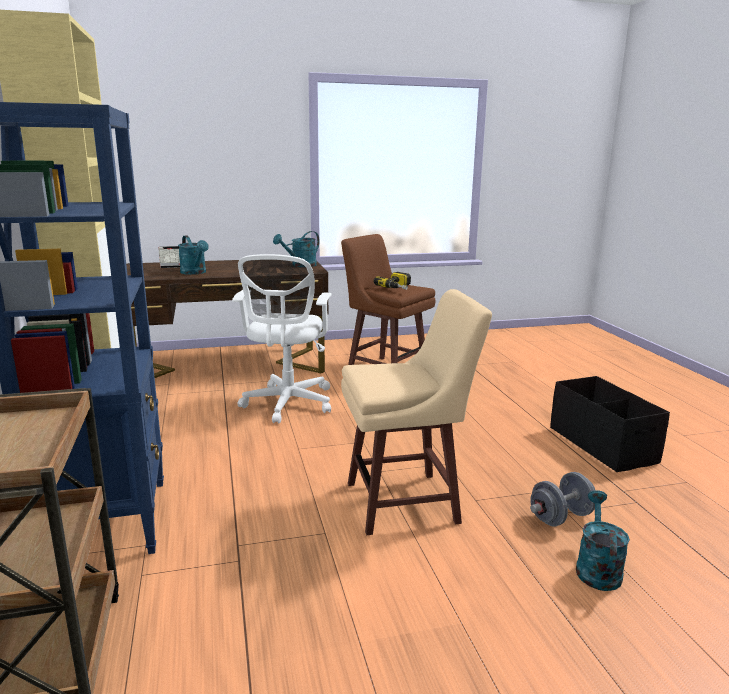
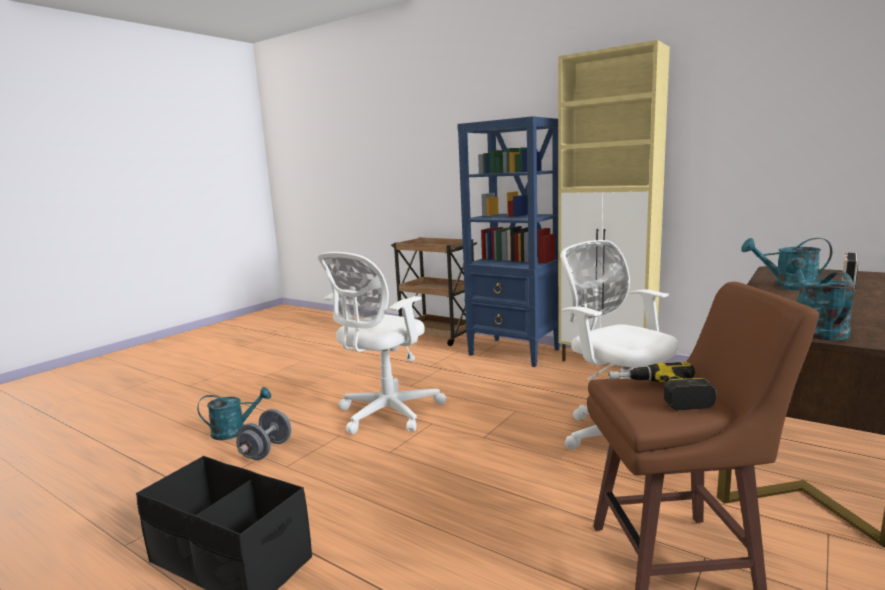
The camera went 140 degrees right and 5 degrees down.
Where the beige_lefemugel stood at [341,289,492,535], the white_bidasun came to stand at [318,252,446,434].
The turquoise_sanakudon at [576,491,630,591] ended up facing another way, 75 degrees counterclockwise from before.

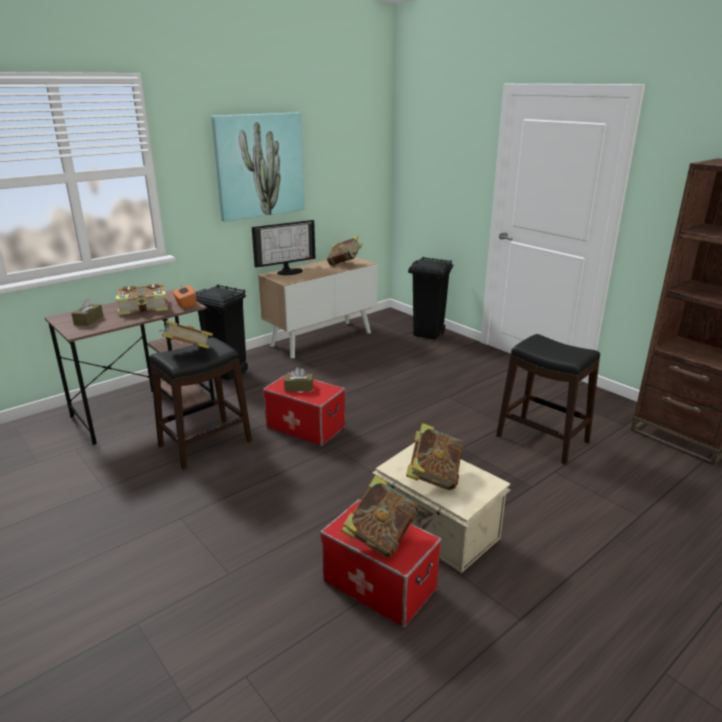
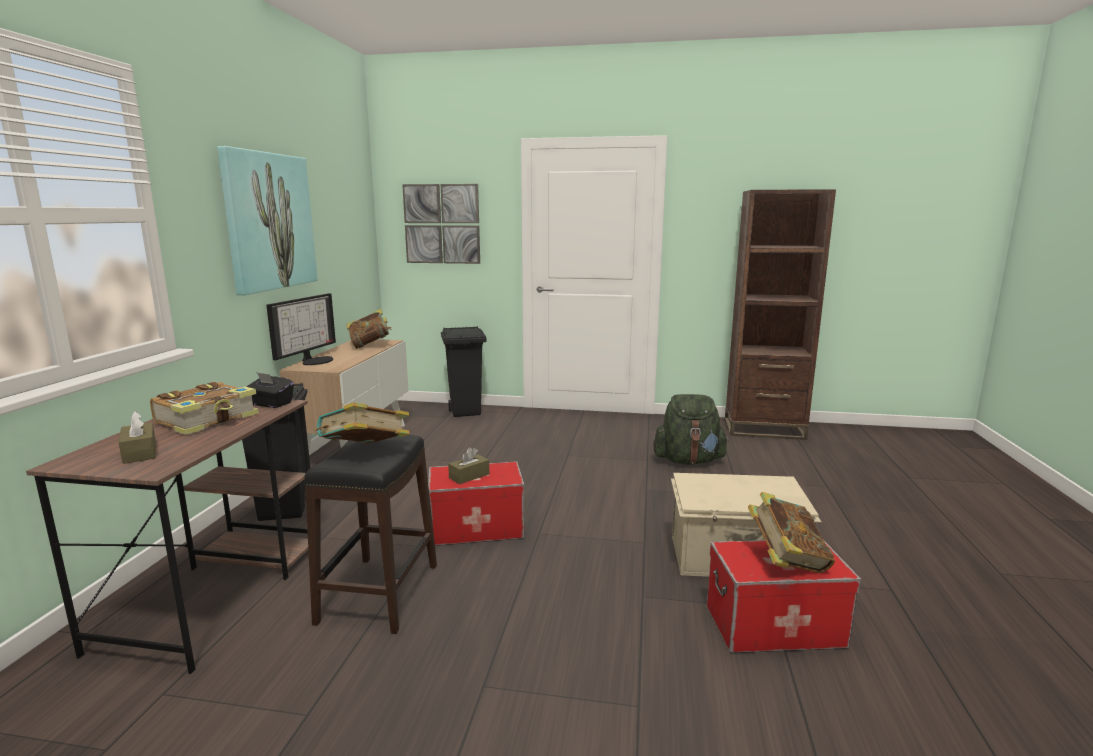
The camera went 40 degrees left and 10 degrees down.
What was the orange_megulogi at [173,285,196,308] turned into the black_megulogi at [246,372,294,408].
Where the black_lefemugel stood at [496,334,600,465], the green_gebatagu came to stand at [653,394,729,465].
The second view lost the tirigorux at [406,423,463,490].
The second view gained the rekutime at [402,184,480,264].

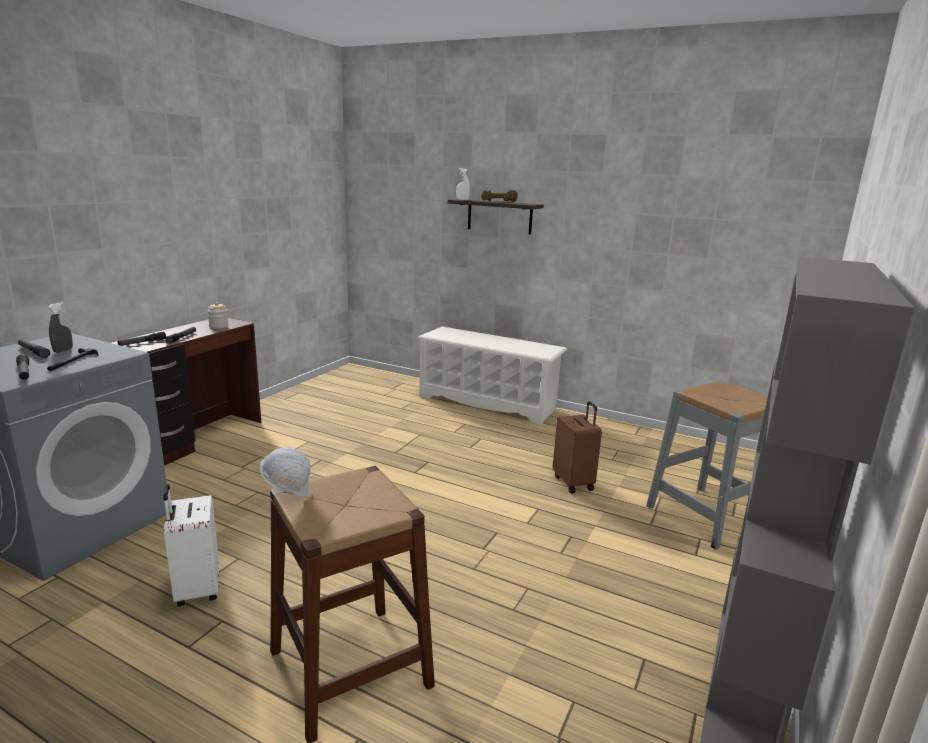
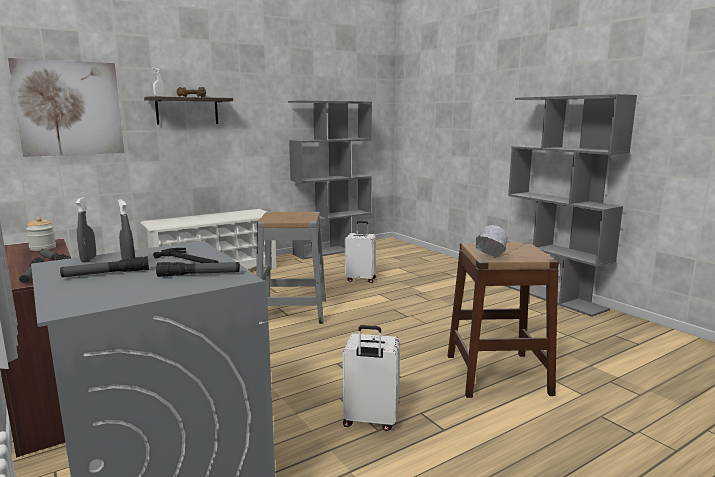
The camera went 60 degrees left and 5 degrees down.
The grey_lefemugel ended up elsewhere, having gone from [646,381,768,550] to [256,212,326,324].
What was the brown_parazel at [553,401,602,493] turned into the white_parazel at [345,221,376,283].
The second view gained the rekutime at [8,58,124,157].
The second view gained the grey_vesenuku at [288,100,372,259].
The second view gained the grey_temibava at [76,197,96,263].

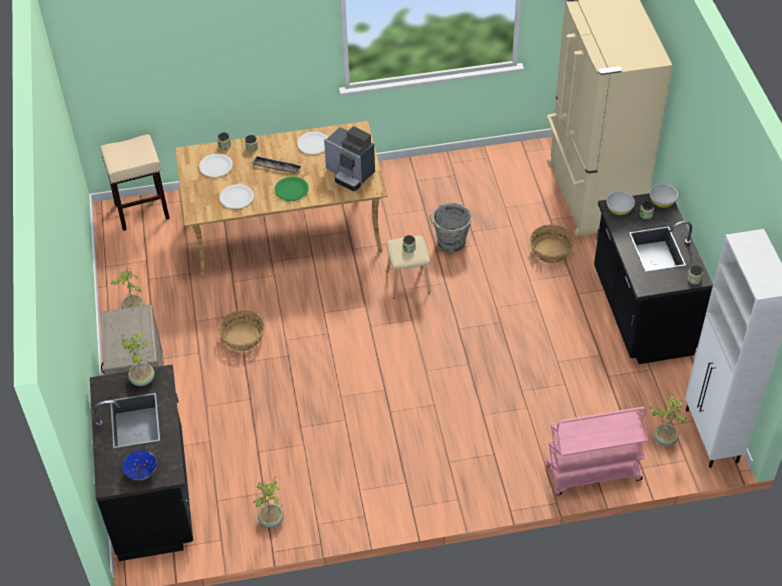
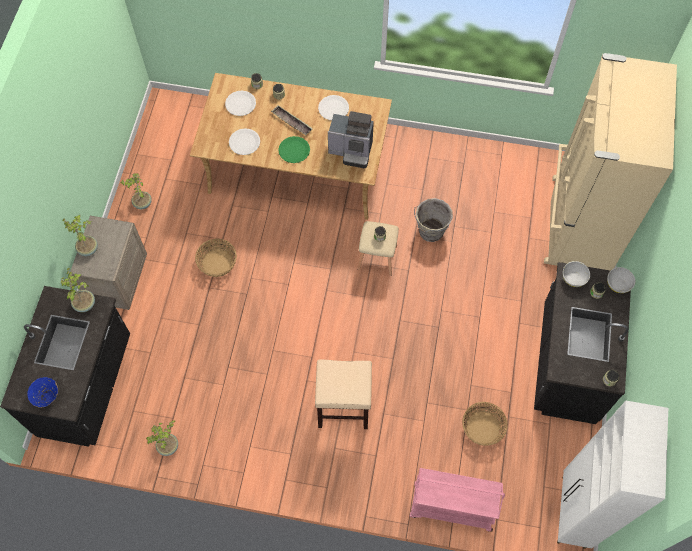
The camera went 20 degrees right and 15 degrees up.
The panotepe at [324,126,375,191] ended up facing another way, 45 degrees counterclockwise from before.
The beige_lefemugel ended up elsewhere, having gone from [100,134,170,231] to [315,359,372,429].
The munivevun ended up elsewhere, having gone from [530,225,574,263] to [462,402,508,446].
The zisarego ended up elsewhere, having gone from [650,395,687,446] to [62,215,98,256].

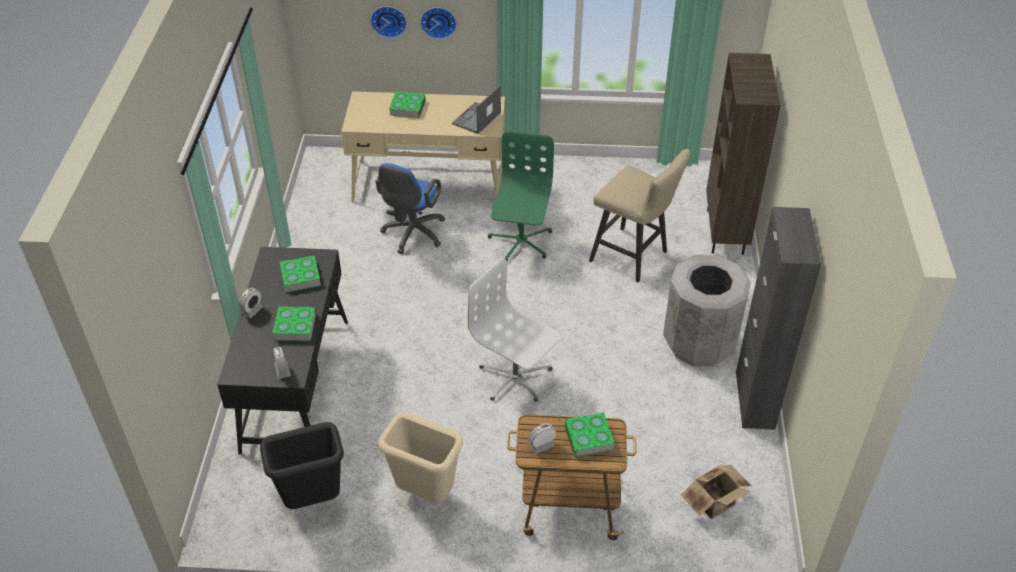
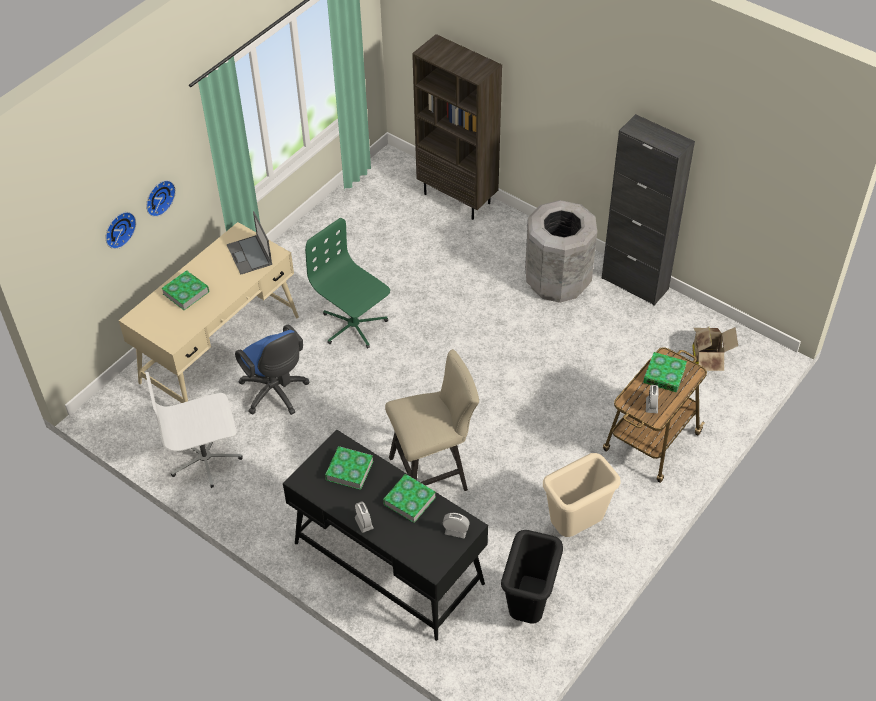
The camera went 55 degrees left and 5 degrees up.
The beige_lefemugel ended up elsewhere, having gone from [589,149,691,283] to [385,349,479,491].
The white_bidasun ended up elsewhere, having gone from [468,258,561,402] to [145,371,243,488].

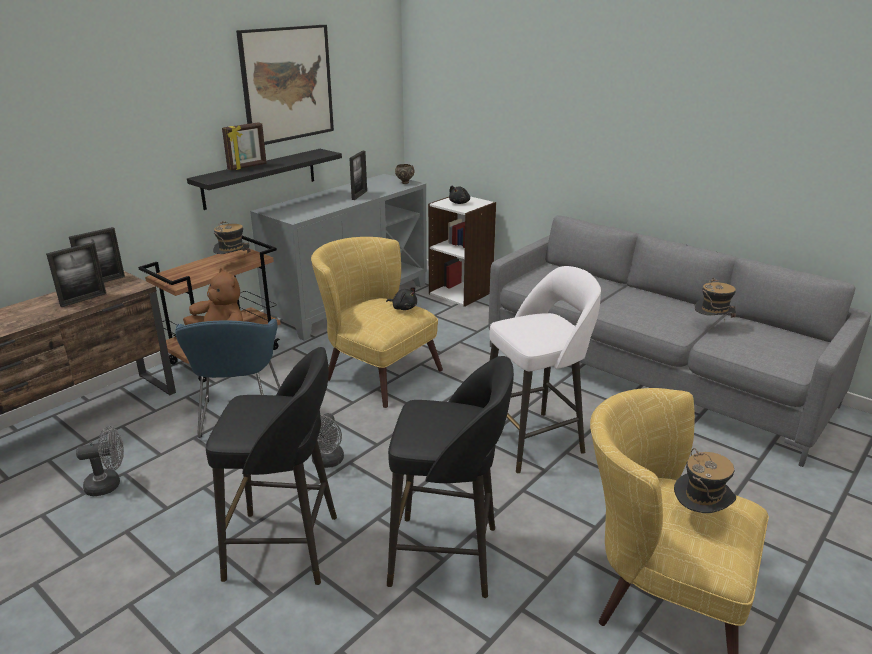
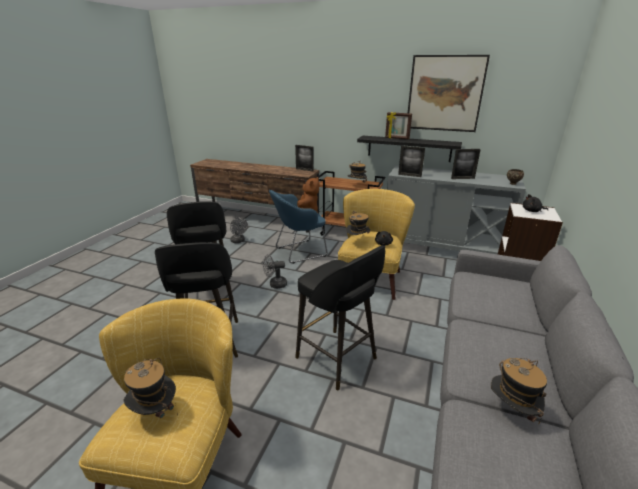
The camera went 70 degrees right and 0 degrees up.
The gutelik ended up elsewhere, having gone from [46,242,106,307] to [398,146,425,177].
What was the white_lefemugel at [490,266,601,474] turned into the black_lefemugel at [295,245,385,390].
The second view gained the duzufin at [346,211,371,235].

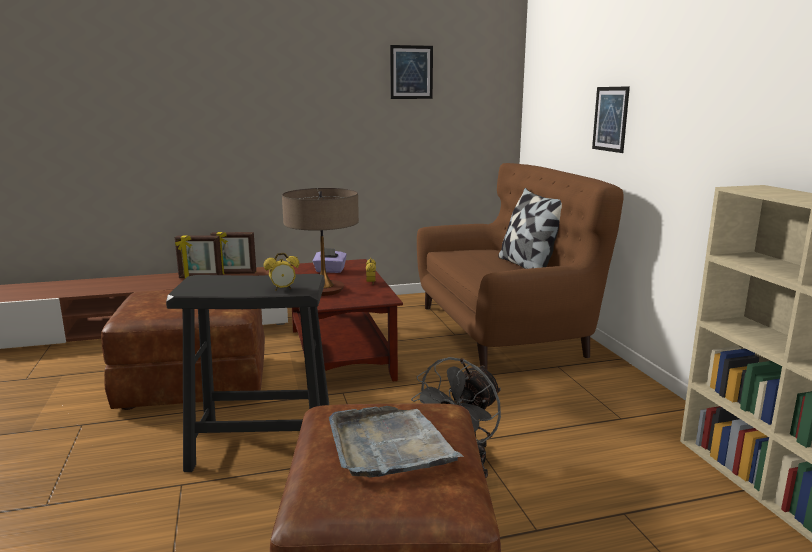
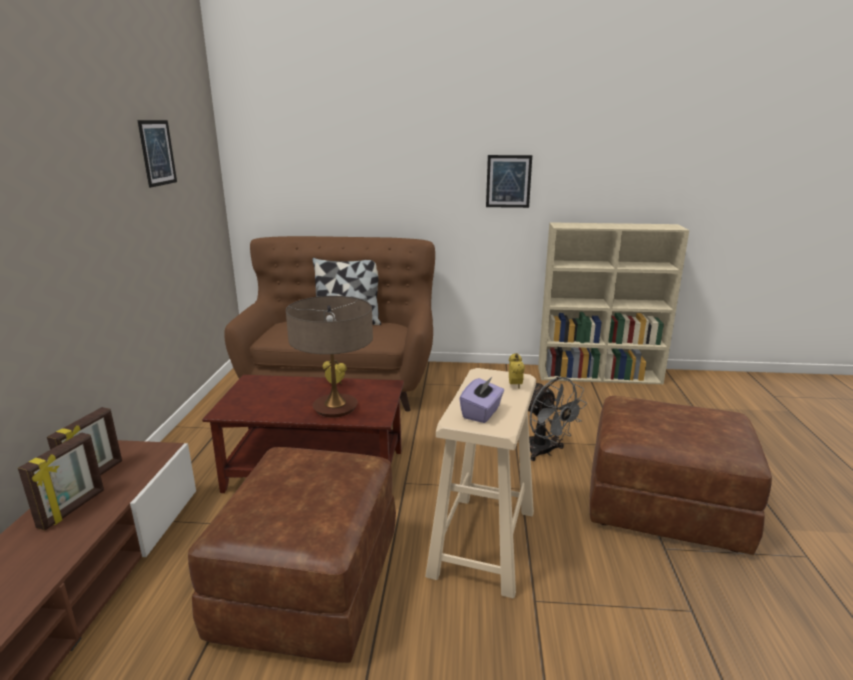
The camera went 70 degrees left and 5 degrees up.
The rekutime ended up elsewhere, having gone from [592,86,630,153] to [486,155,532,208].
The purple_megulogi ended up elsewhere, having gone from [313,248,347,273] to [459,376,504,423].
What was the black_lefemugel at [166,274,329,472] turned into the beige_lefemugel at [425,368,536,599].
The second view lost the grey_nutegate at [329,406,464,477].

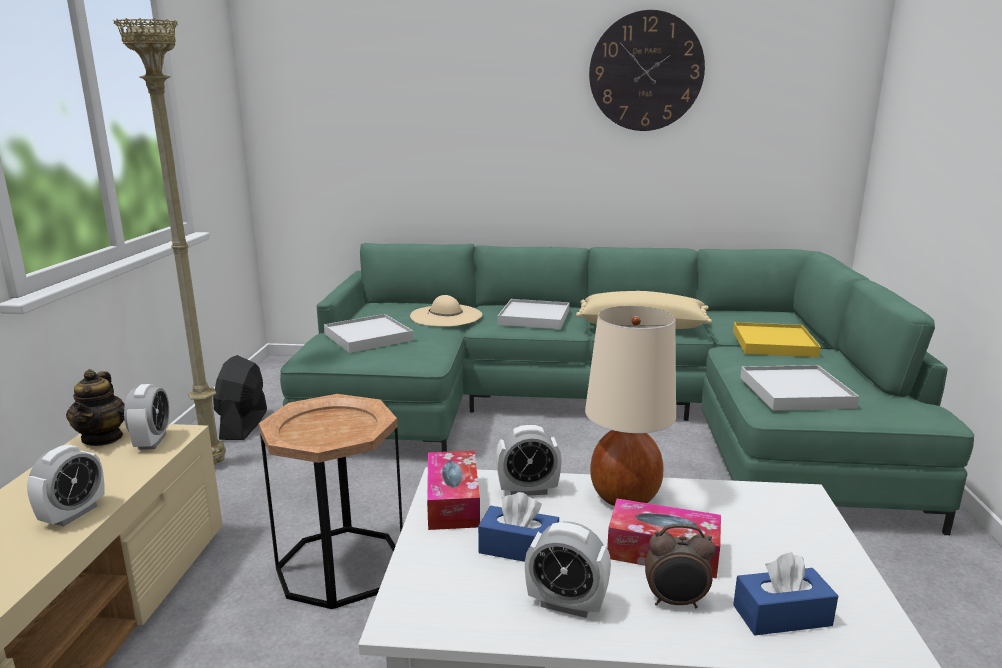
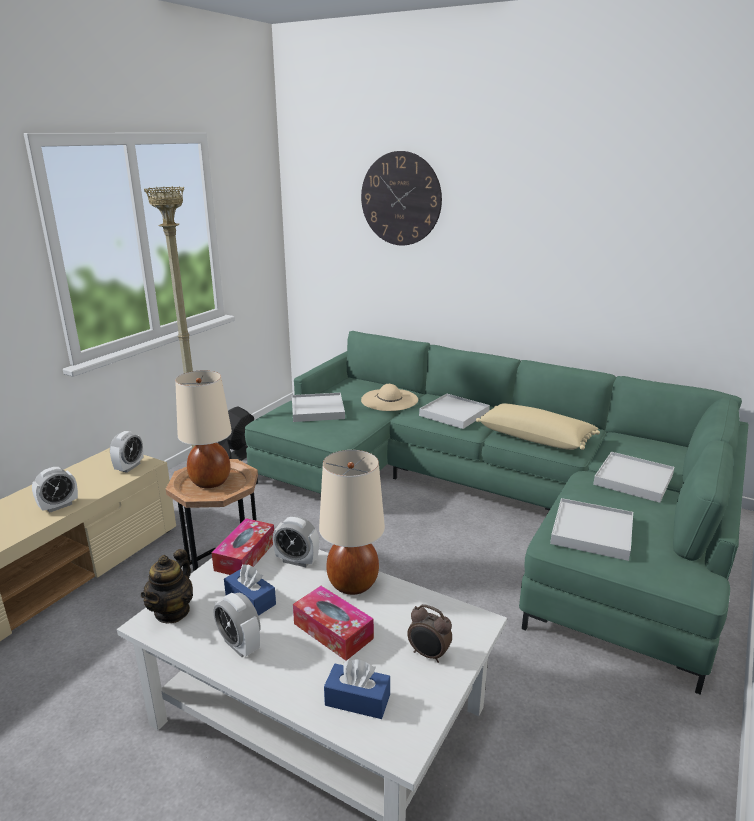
The camera went 25 degrees right and 5 degrees up.
The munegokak ended up elsewhere, having gone from [589,10,705,131] to [361,151,442,246].
What was the yellow_nutegate at [733,322,821,357] turned into the white_nutegate at [593,452,674,503].
The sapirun ended up elsewhere, having gone from [66,369,125,446] to [141,549,193,624].
The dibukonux ended up elsewhere, having gone from [645,524,715,608] to [407,604,452,663].
The second view gained the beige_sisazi at [175,370,232,488].

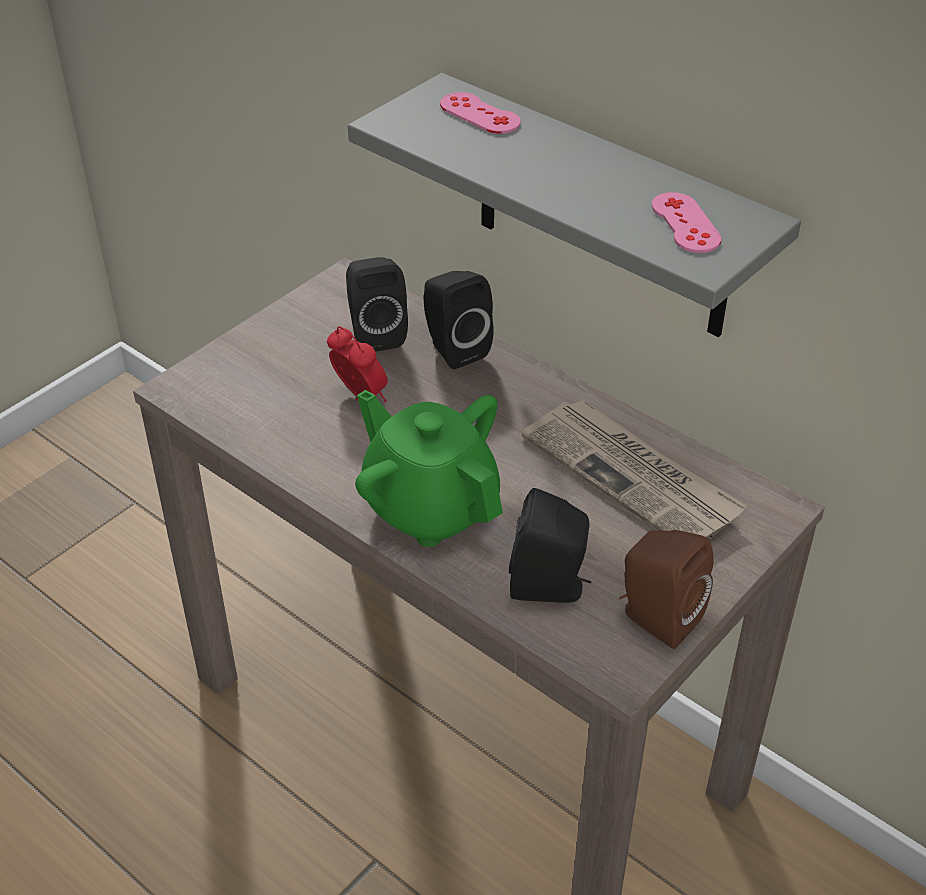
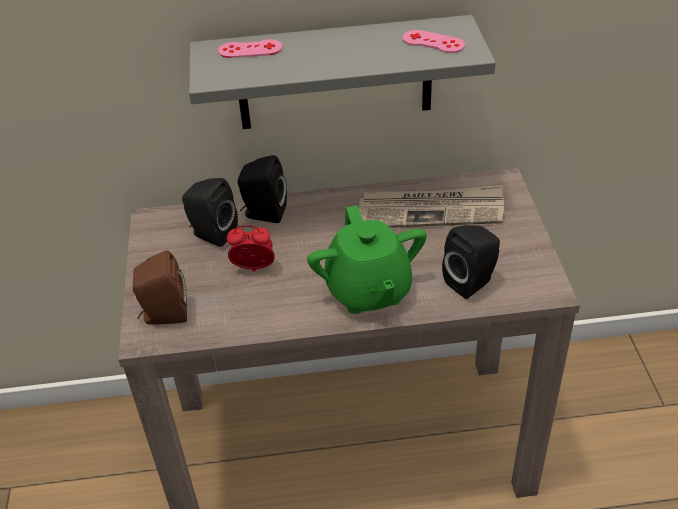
The camera went 45 degrees left and 0 degrees up.
The green_sapirun at [355,390,503,547] ended up facing another way, 105 degrees counterclockwise from before.
The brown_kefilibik ended up elsewhere, having gone from [619,530,714,649] to [133,250,187,325].

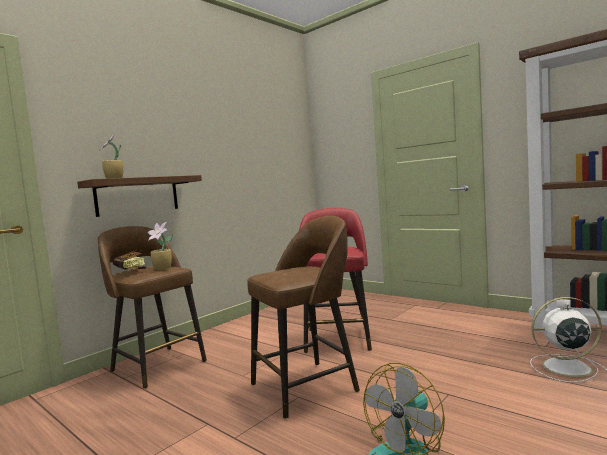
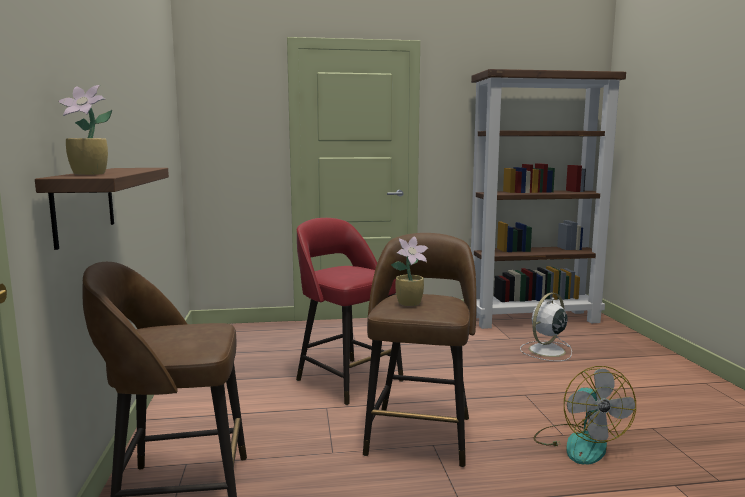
The camera went 50 degrees left and 5 degrees up.
The zisarego ended up elsewhere, having gone from [147,222,173,270] to [391,236,428,306].
The second view lost the tirigorux at [113,251,146,274].

